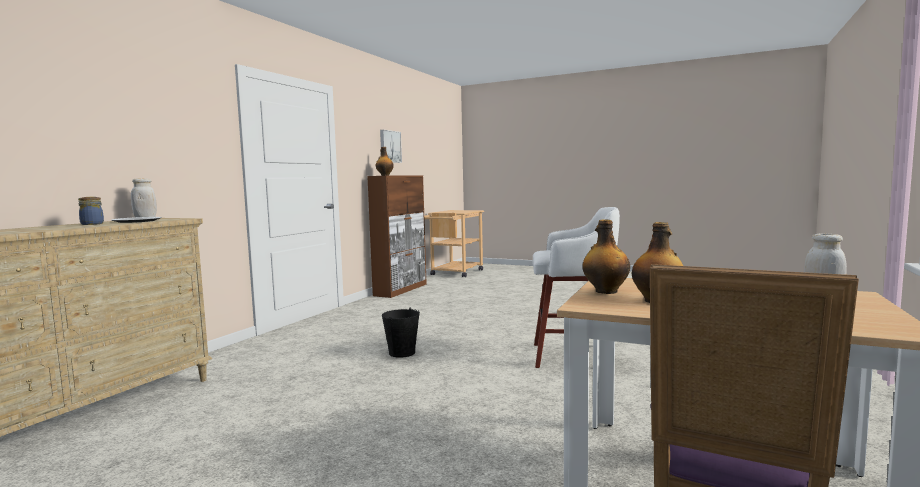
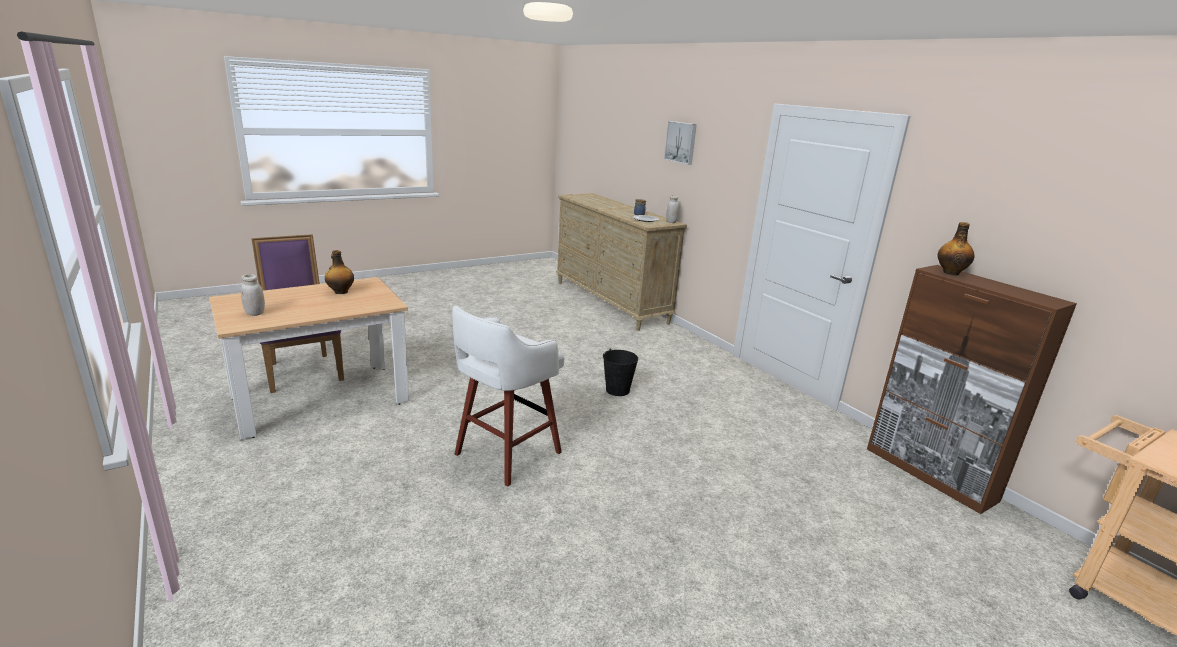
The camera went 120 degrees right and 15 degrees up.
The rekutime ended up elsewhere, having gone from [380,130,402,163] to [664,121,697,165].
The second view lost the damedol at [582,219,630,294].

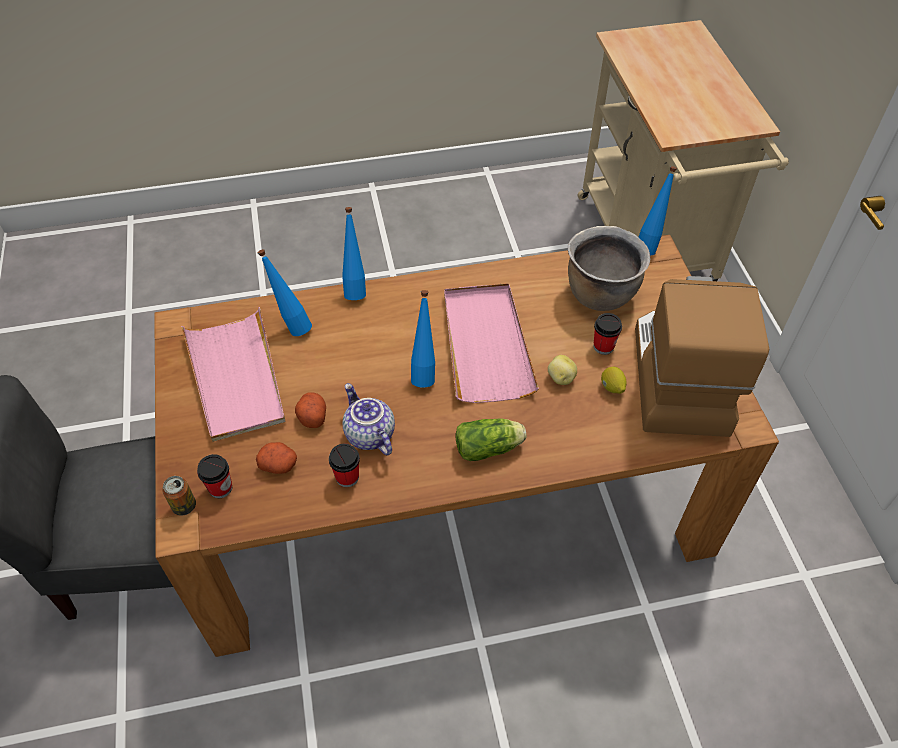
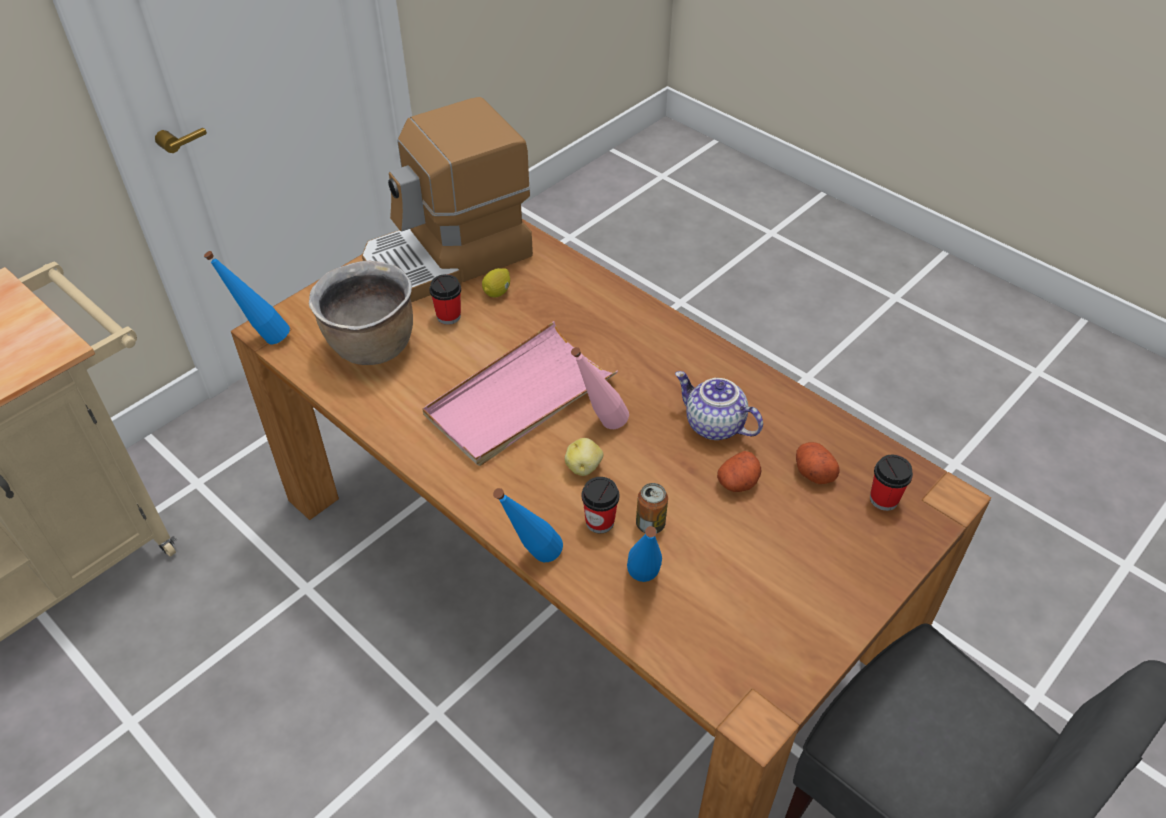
The camera went 125 degrees left and 5 degrees down.
What was the blue_damedol at [411,290,435,388] turned into the pink_damedol at [571,347,629,429].
The second view lost the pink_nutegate at [181,307,285,442].
The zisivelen ended up elsewhere, having gone from [548,355,577,385] to [565,438,603,476].
The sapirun at [342,383,395,456] ended up facing another way, 105 degrees clockwise from before.
The second view lost the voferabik at [455,419,527,461].
The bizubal ended up elsewhere, having gone from [329,443,360,487] to [581,477,620,533].
The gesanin ended up elsewhere, having gone from [162,476,196,516] to [636,483,668,533].

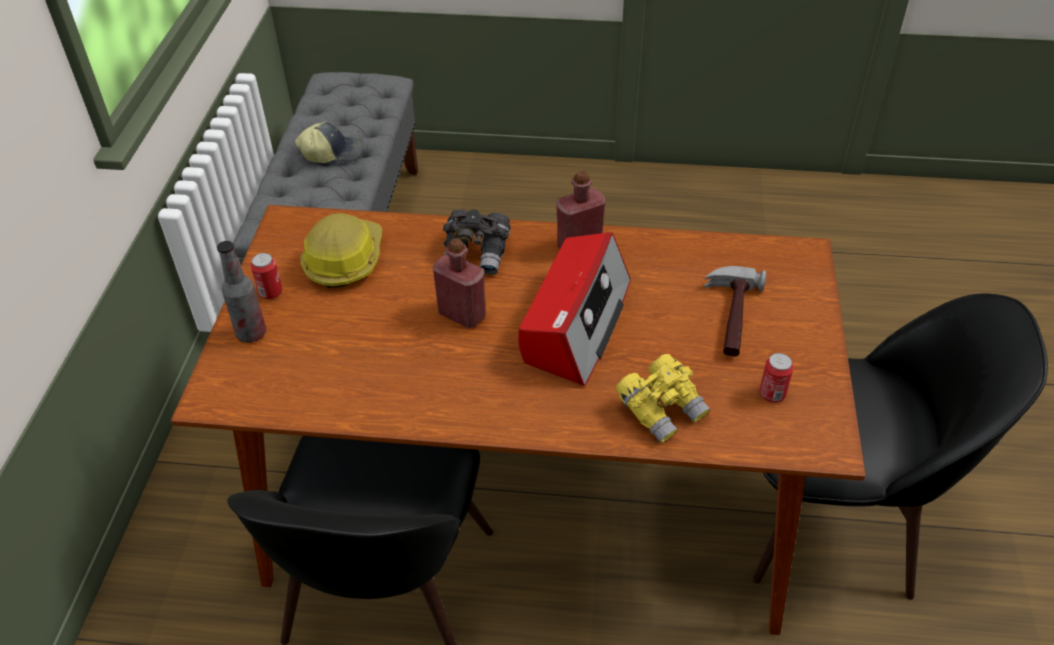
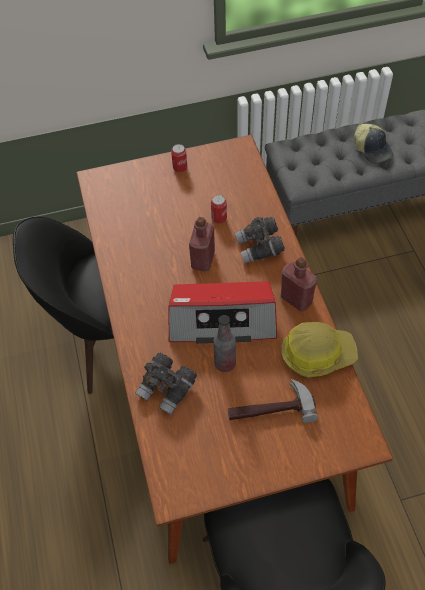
The camera went 70 degrees right and 10 degrees up.
The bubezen ended up elsewhere, having gone from [300,213,383,288] to [281,322,358,377].
The damedol ended up elsewhere, having gone from [217,241,266,343] to [214,315,236,372].
The gesanin ended up elsewhere, having gone from [759,353,794,403] to [211,195,227,224].
What was the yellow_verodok at [616,354,710,443] turned into the grey_verodok at [135,353,197,415].

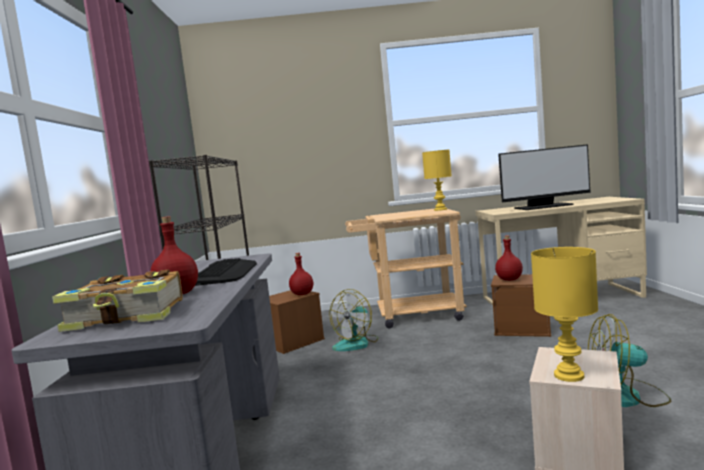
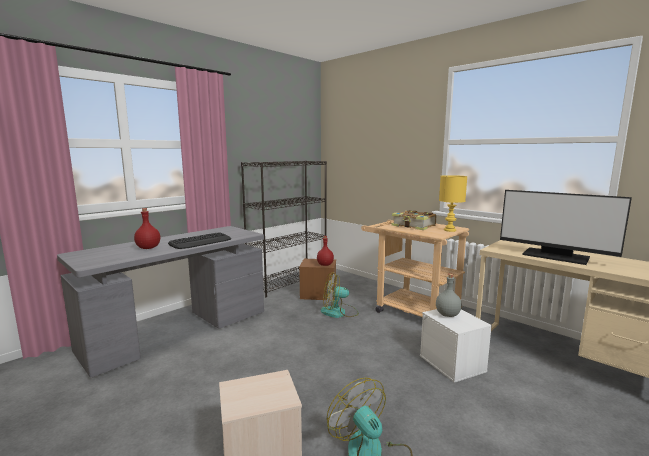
The camera went 45 degrees right and 5 degrees up.
What was the red_damedol at [495,236,523,281] turned into the grey_damedol at [436,274,462,317].
The second view lost the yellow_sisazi at [531,247,598,382].
The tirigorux ended up elsewhere, having gone from [52,270,183,332] to [391,210,436,230].
What was the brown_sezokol at [491,274,551,337] turned into the white_sezokol at [420,309,492,383].

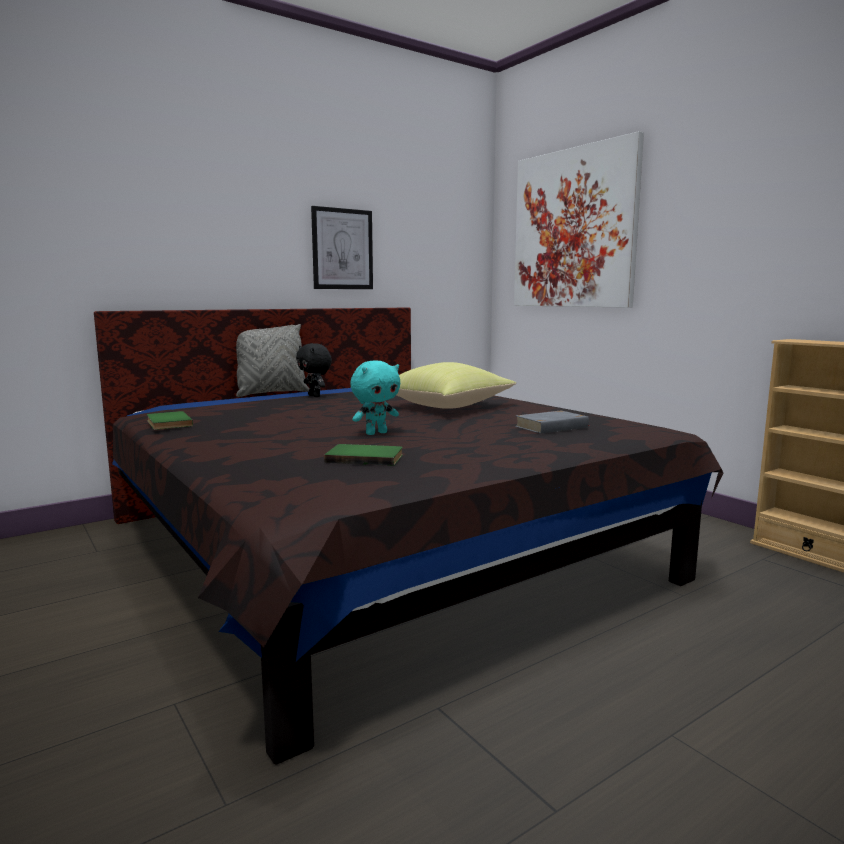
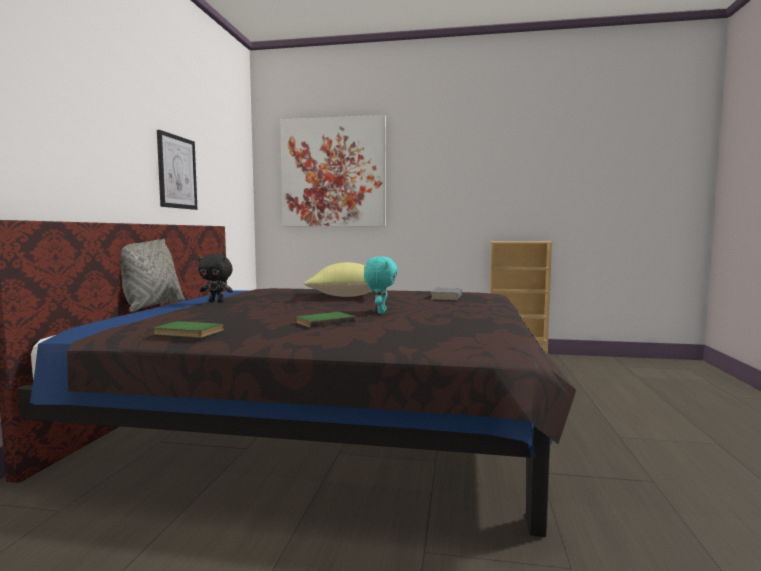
The camera went 45 degrees left and 5 degrees down.
The green_tirigorux ended up elsewhere, having gone from [324,444,403,466] to [296,312,356,328].

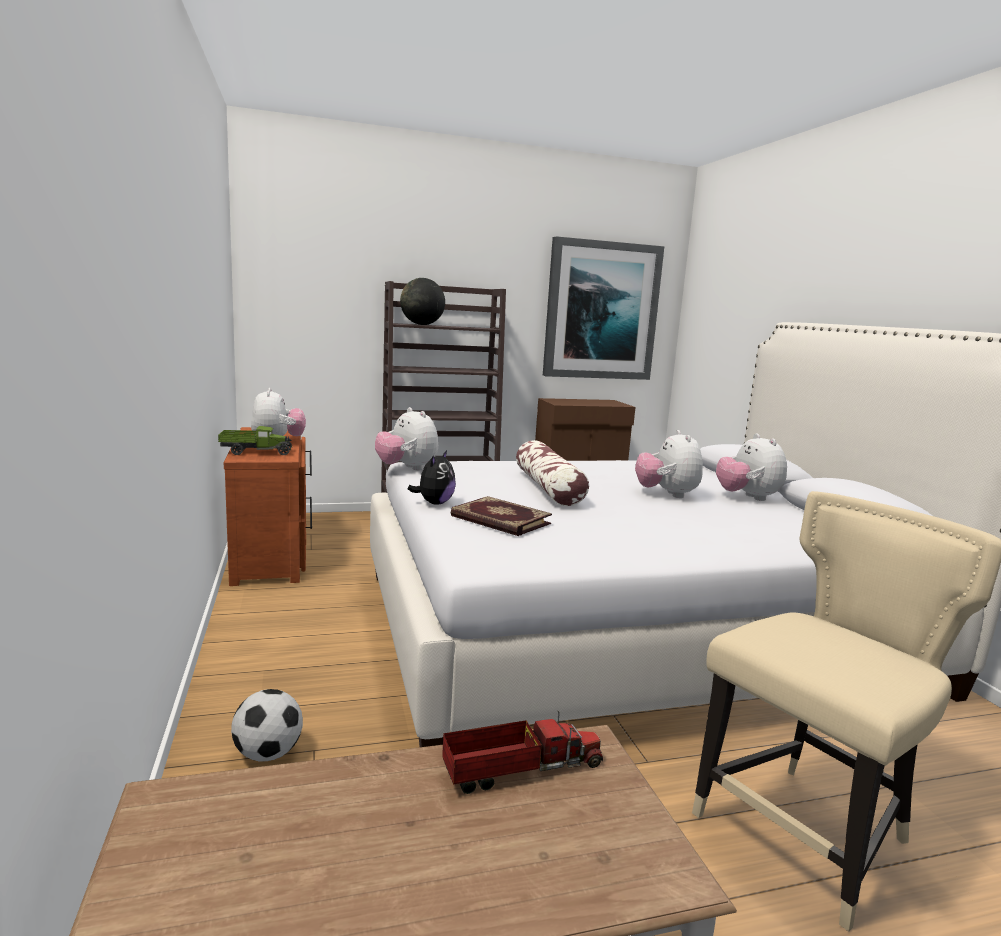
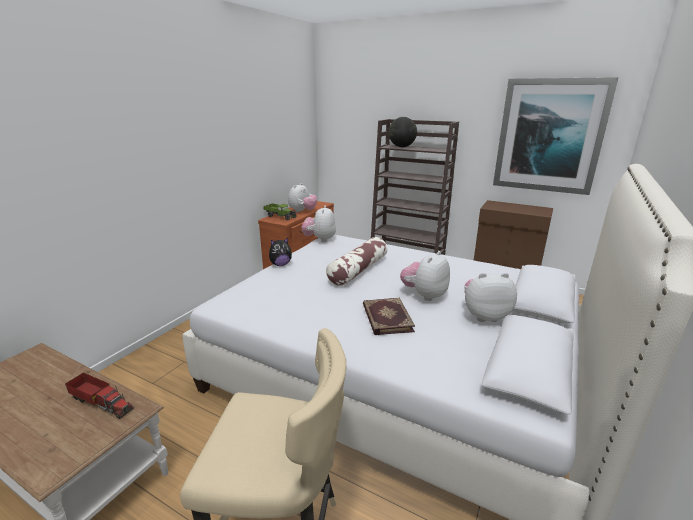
The camera went 45 degrees right and 10 degrees up.
The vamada at [716,434,787,501] ended up facing another way, 60 degrees clockwise from before.
The tirigorux ended up elsewhere, having gone from [451,496,552,536] to [363,298,415,335].
The second view lost the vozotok at [231,689,303,761].

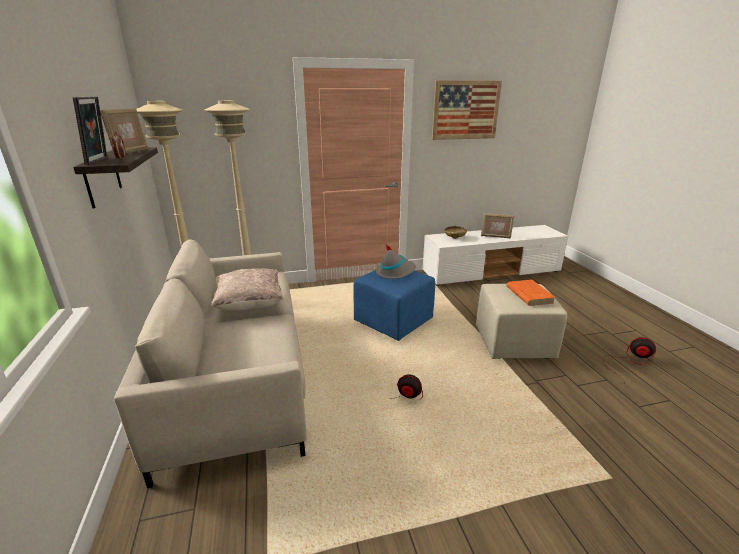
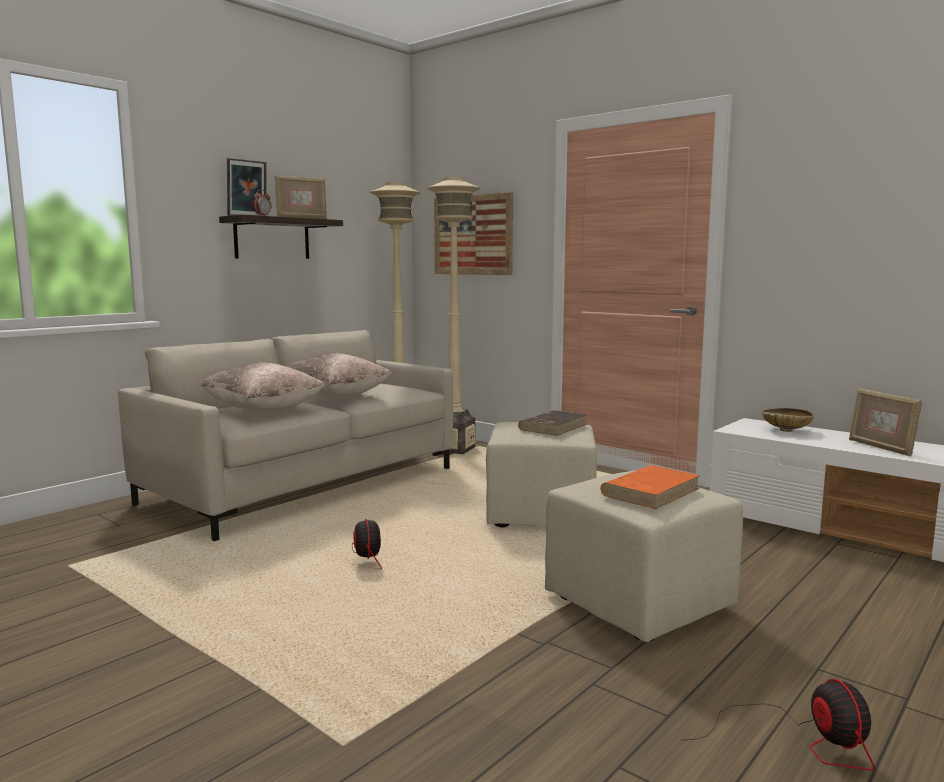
The camera went 55 degrees right and 15 degrees down.
The rekutime ended up elsewhere, having gone from [432,80,502,140] to [434,192,513,275].
Where the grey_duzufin stood at [376,243,416,279], the brown_tirigorux came to stand at [518,410,587,436].
What was the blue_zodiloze at [353,270,435,341] turned into the beige_zodiloze at [486,422,597,527].
The second view gained the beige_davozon at [200,363,325,413].

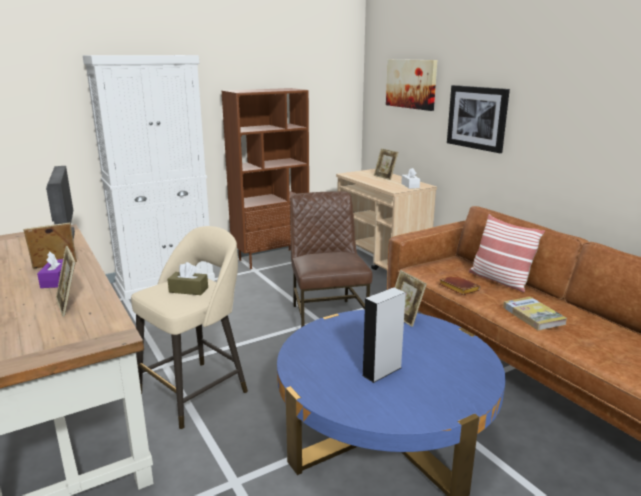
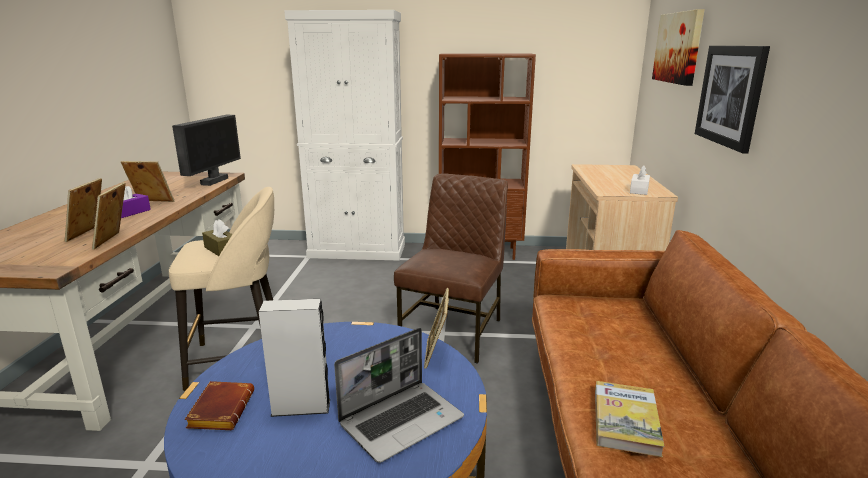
The camera went 35 degrees right and 0 degrees up.
The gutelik ended up elsewhere, having gone from [374,148,398,180] to [92,182,126,250].
The second view lost the davozon at [469,214,545,292].
The brown_tirigorux ended up elsewhere, having gone from [439,275,480,295] to [185,381,254,430].
The second view gained the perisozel at [334,328,464,463].

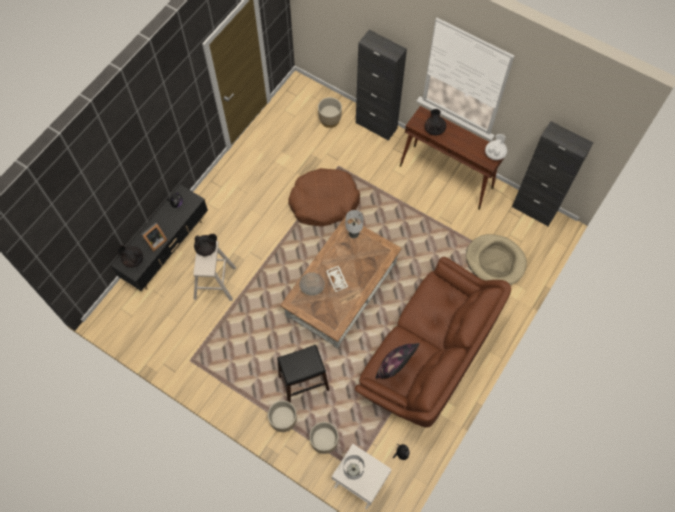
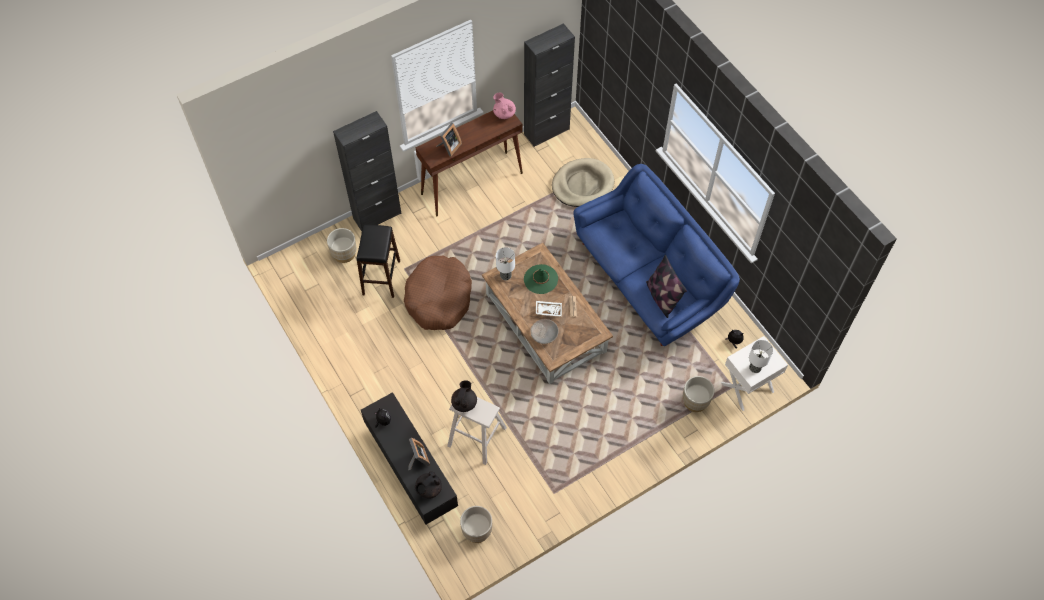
The camera went 65 degrees left and 5 degrees down.
Where the black_sapirun stood at [425,109,446,135], the gutelik came to stand at [436,123,462,156].
What was the white_sapirun at [485,134,507,160] turned into the pink_sapirun at [493,92,516,119].
What was the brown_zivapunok at [355,257,511,427] turned into the blue_zivapunok at [573,164,740,346].
The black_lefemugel ended up elsewhere, having gone from [277,345,329,403] to [356,224,400,298].
The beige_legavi ended up elsewhere, having gone from [268,400,297,432] to [460,506,492,543].
The second view gained the green_duzufin at [524,264,558,294].

